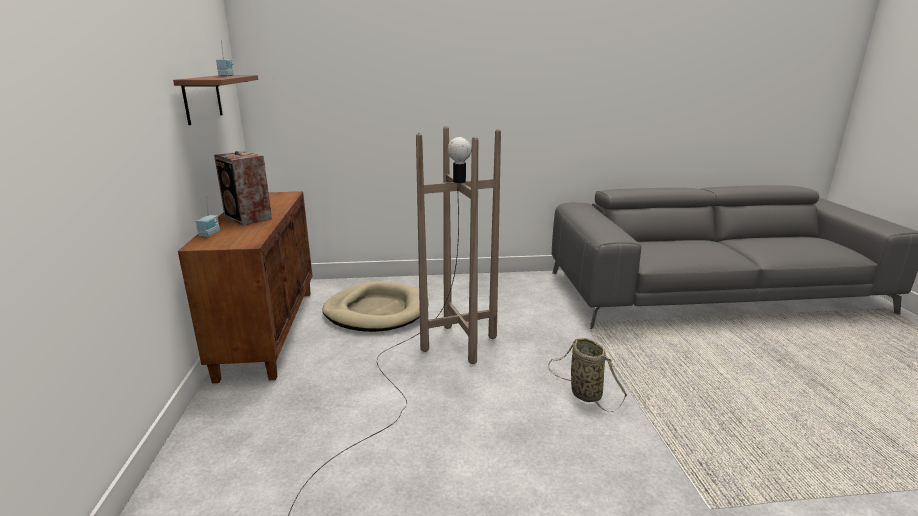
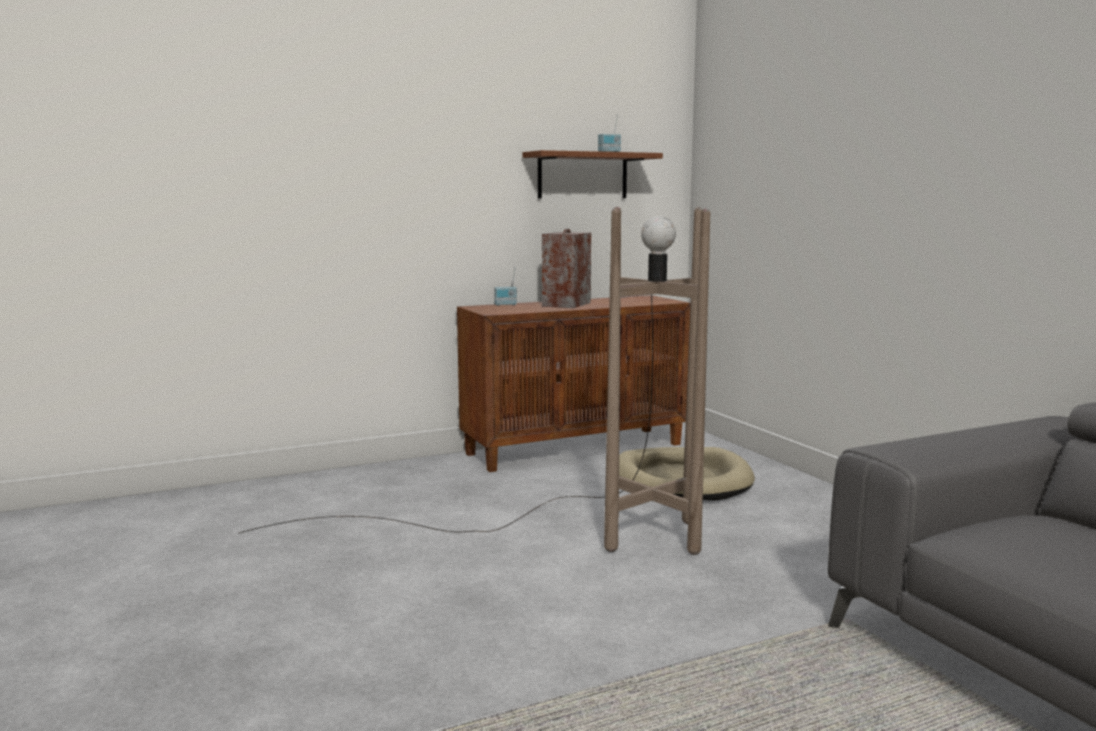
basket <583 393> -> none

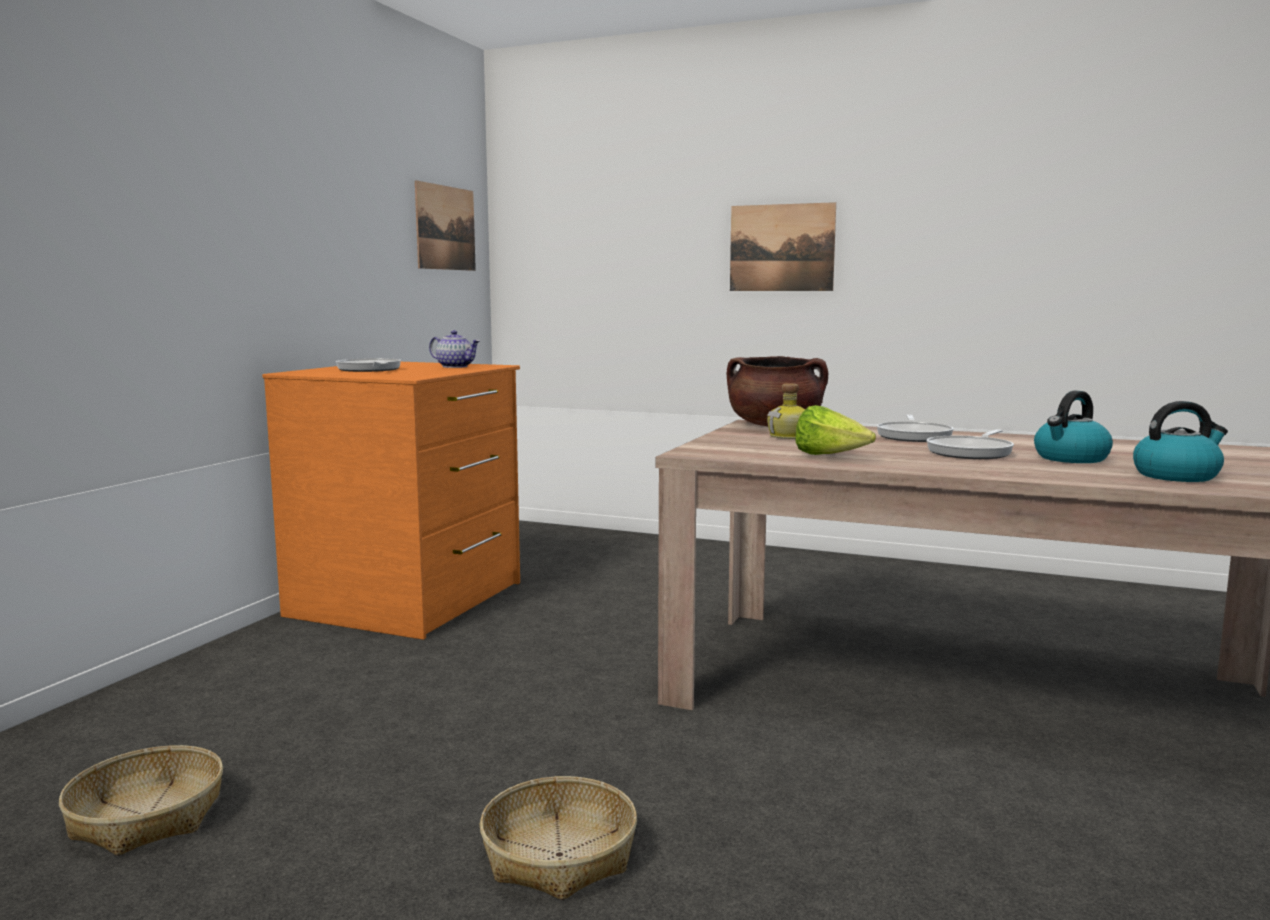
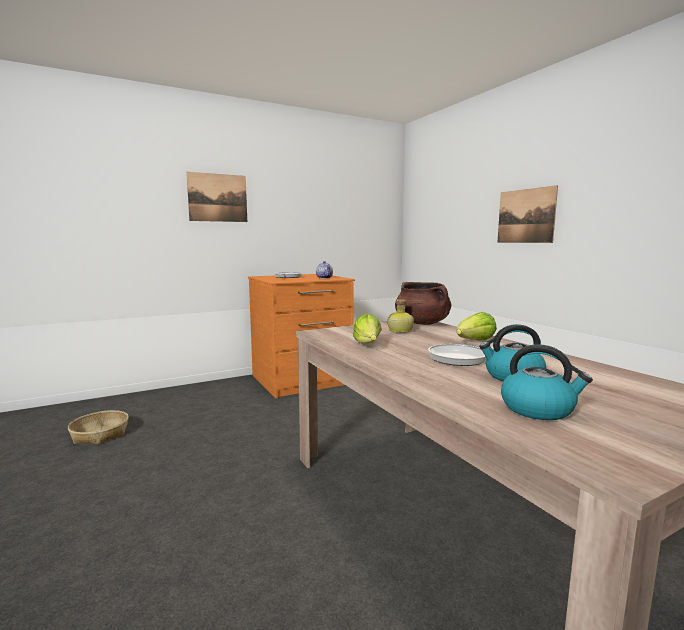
picture <445 228> -> picture <218 198>, move
frying pan <914 436> -> lettuce <474 342>
basket <560 855> -> none

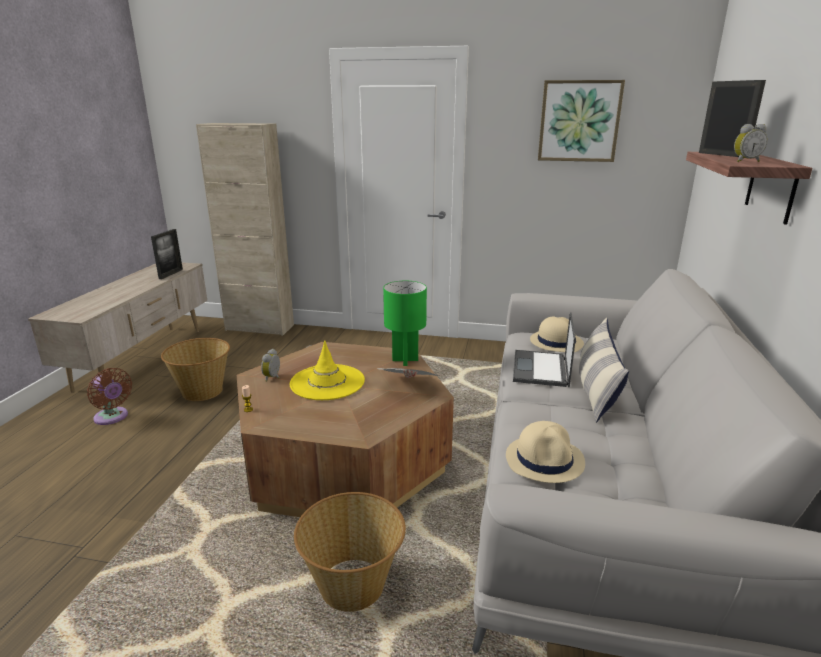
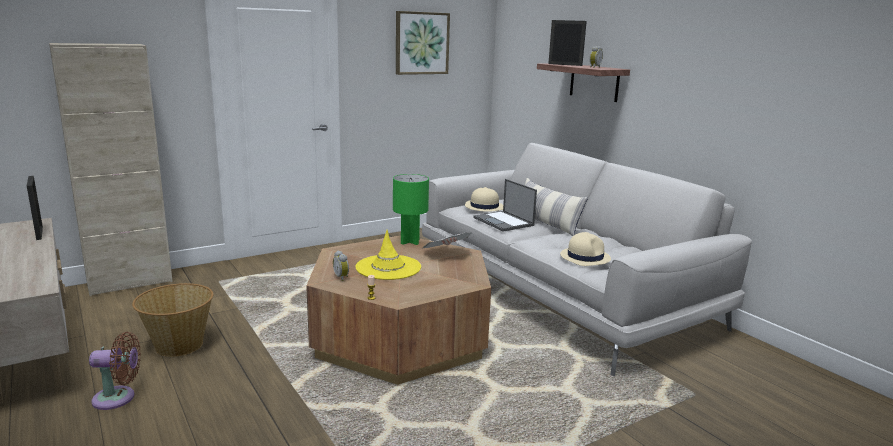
basket <353 586> -> none

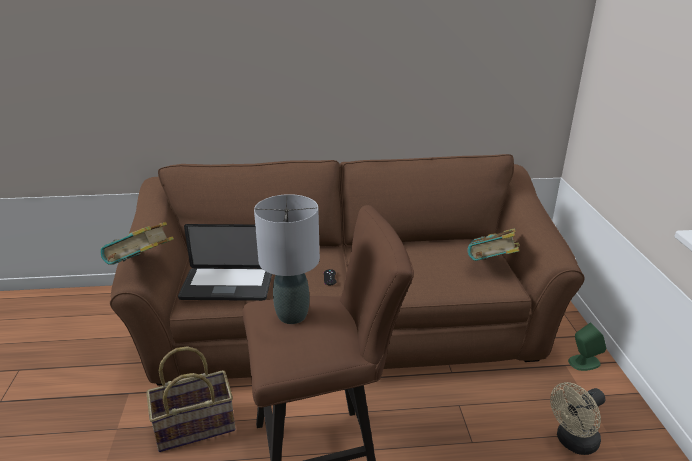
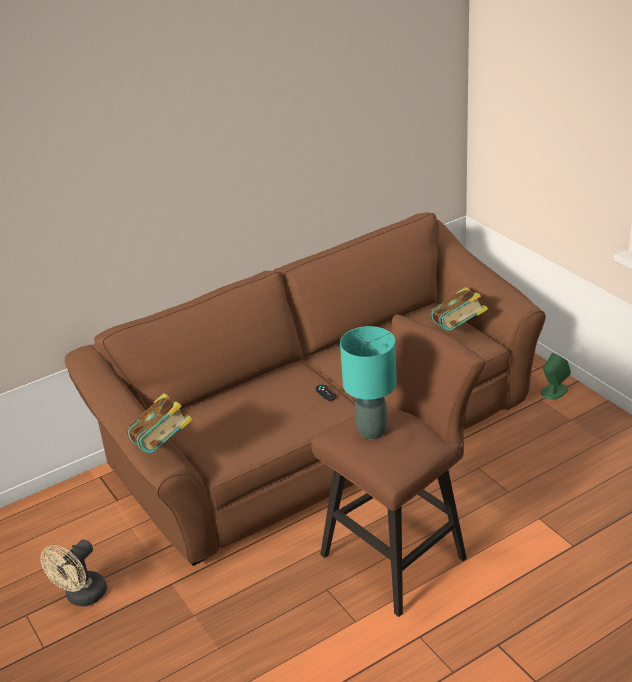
beige fan <573 442> -> beige fan <82 597>, move
grey table lamp <291 315> -> turquoise table lamp <371 431>
basket <195 426> -> none
laptop <227 285> -> none

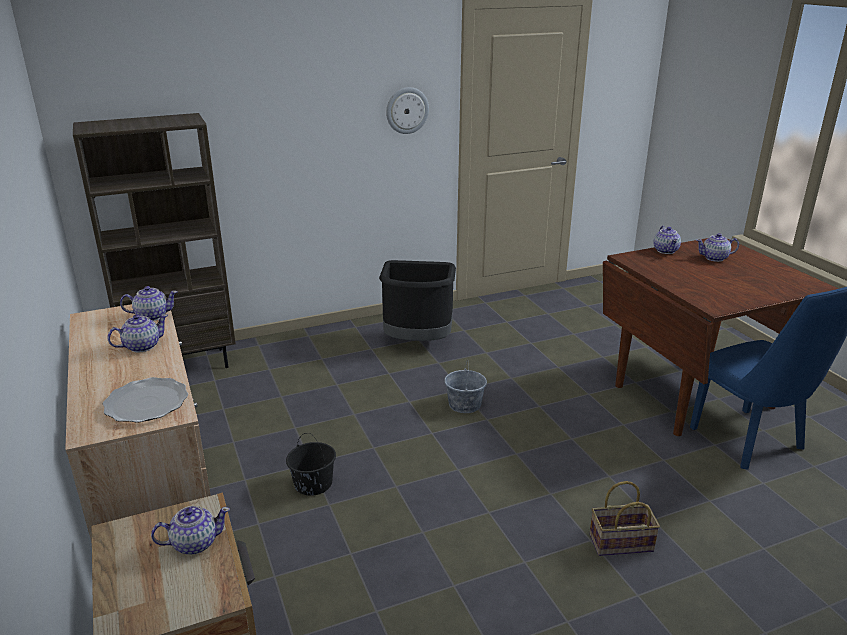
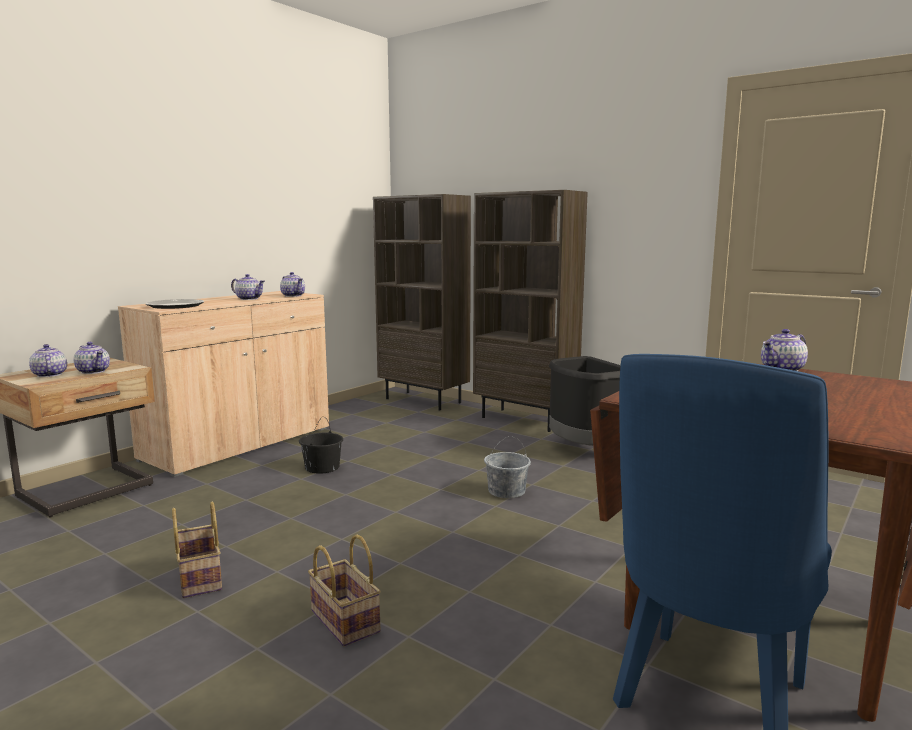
teapot <715 258> -> teapot <49 375>, move
none -> basket <198 577>
none -> brown bookcase <525 420>
wall clock <407 110> -> none

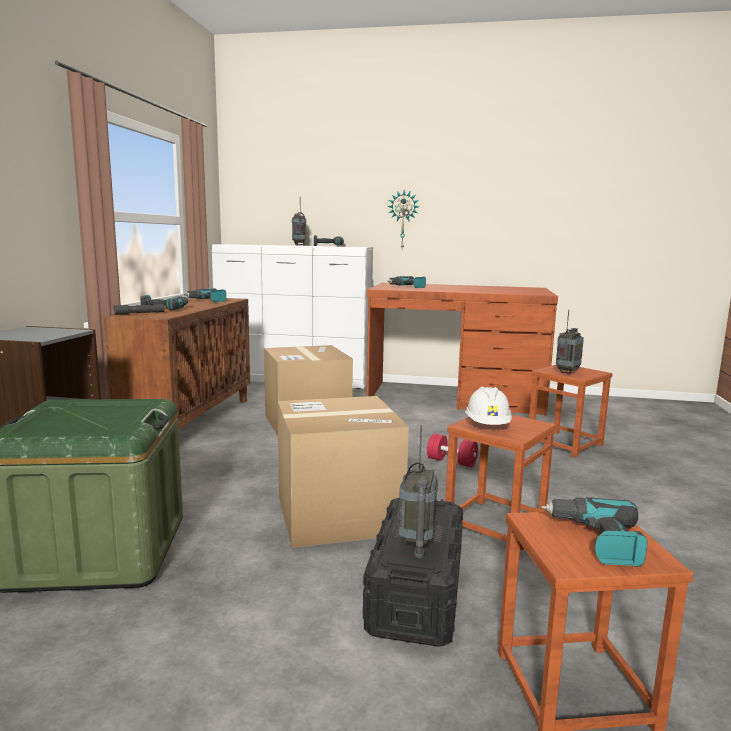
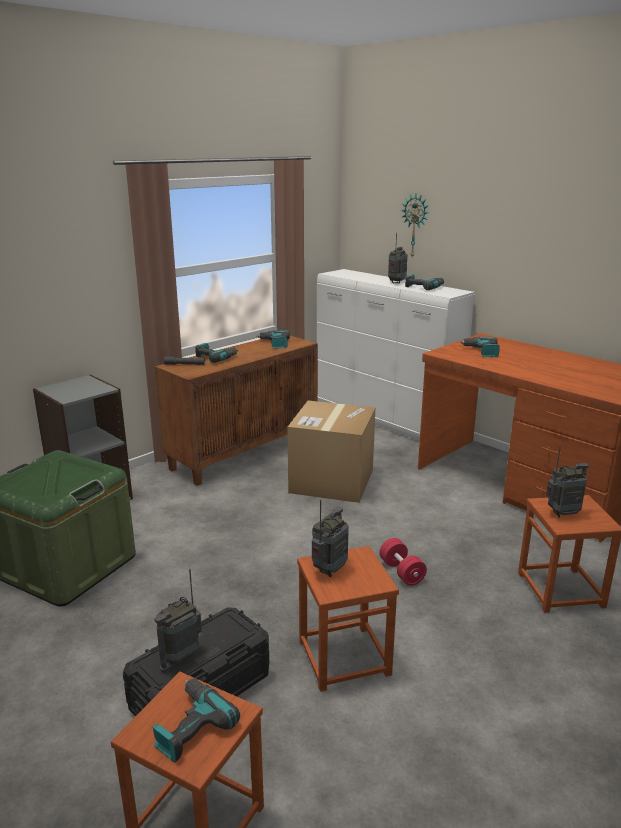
white hard hat <487 426> -> radio <330 570>
wall clock <403 220> -> wall clock <415 225>, move
cardboard box <337 514> -> none

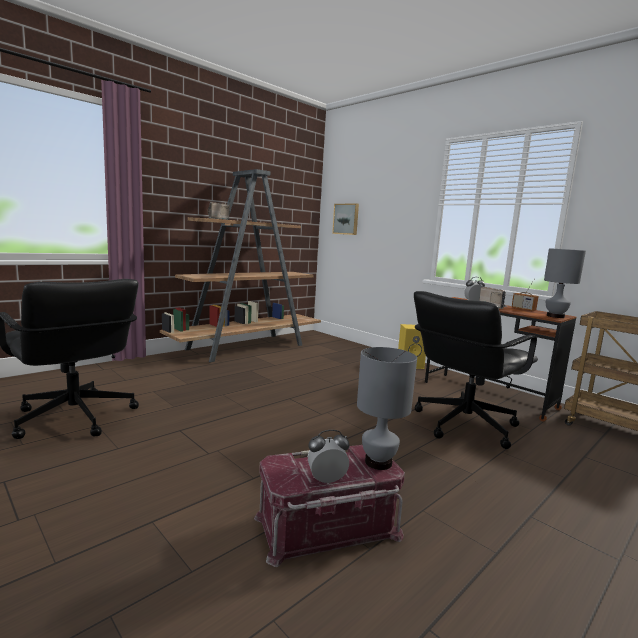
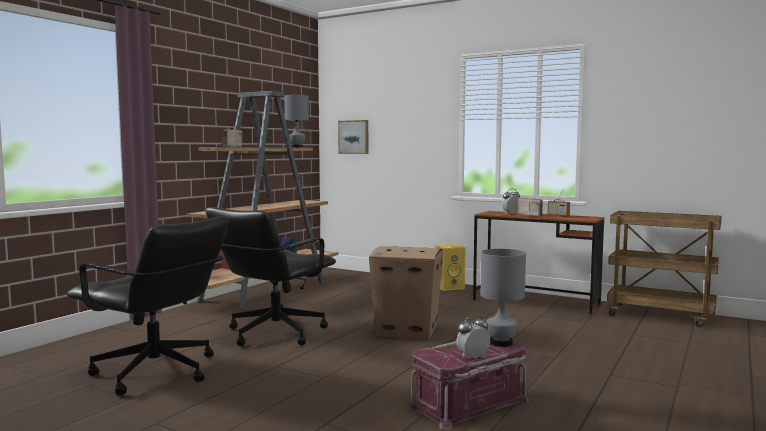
black office chair <463 424> -> black office chair <274 333>, move
grey table lamp <555 316> -> grey table lamp <297 147>, move
none -> cardboard box <408 330>

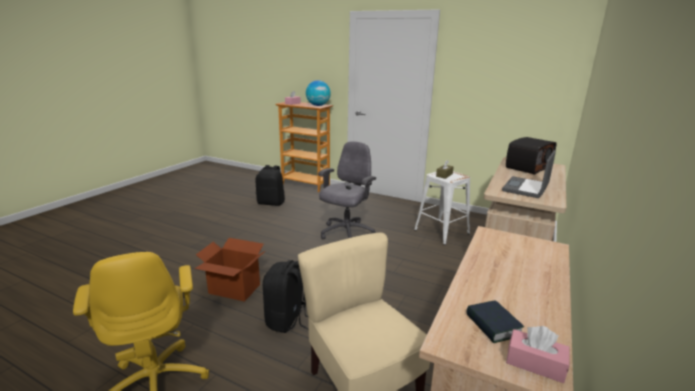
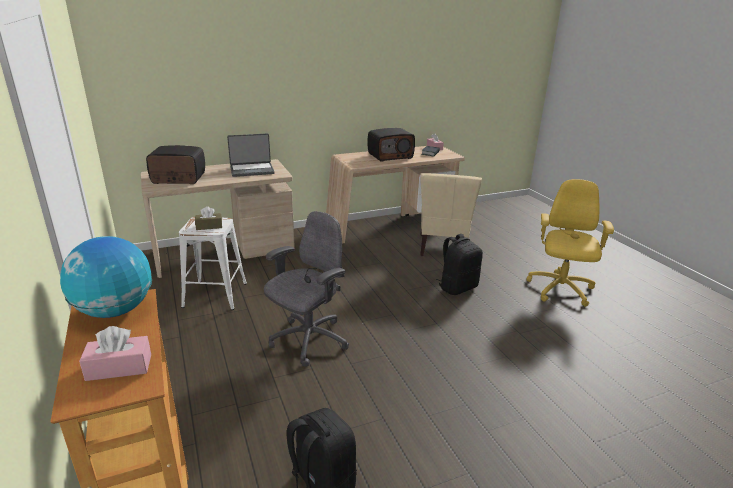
grey office chair <346 233> -> grey office chair <308 341>, 150 degrees clockwise
none -> radio <390 156>
cardboard box <234 289> -> none

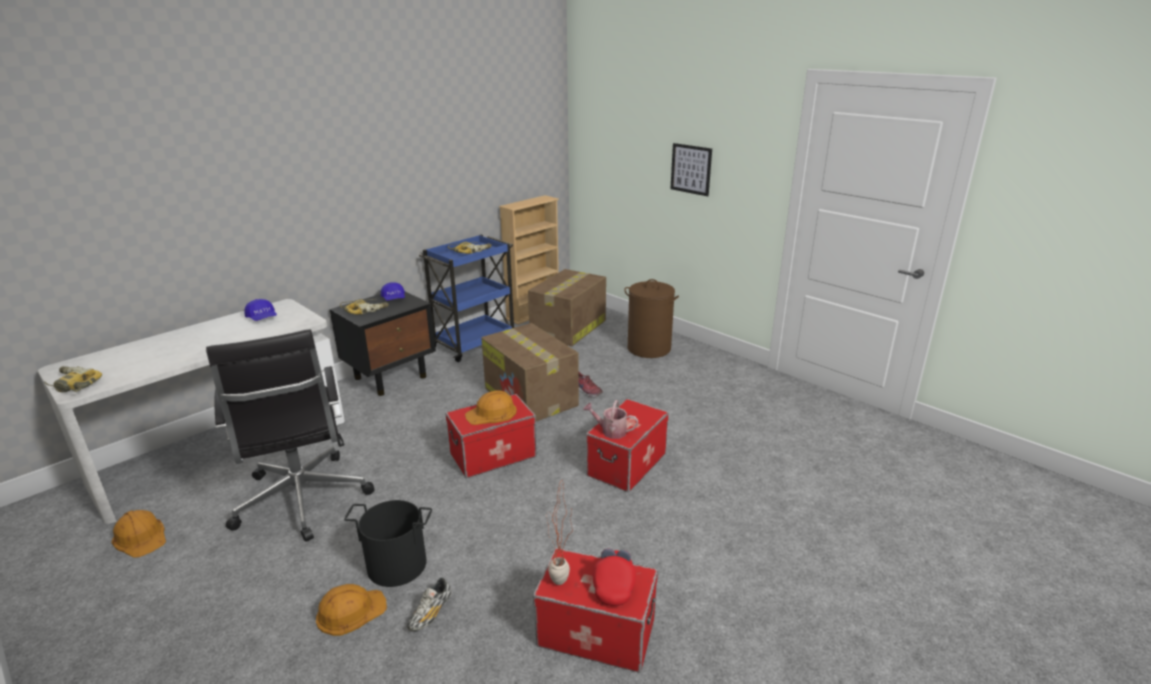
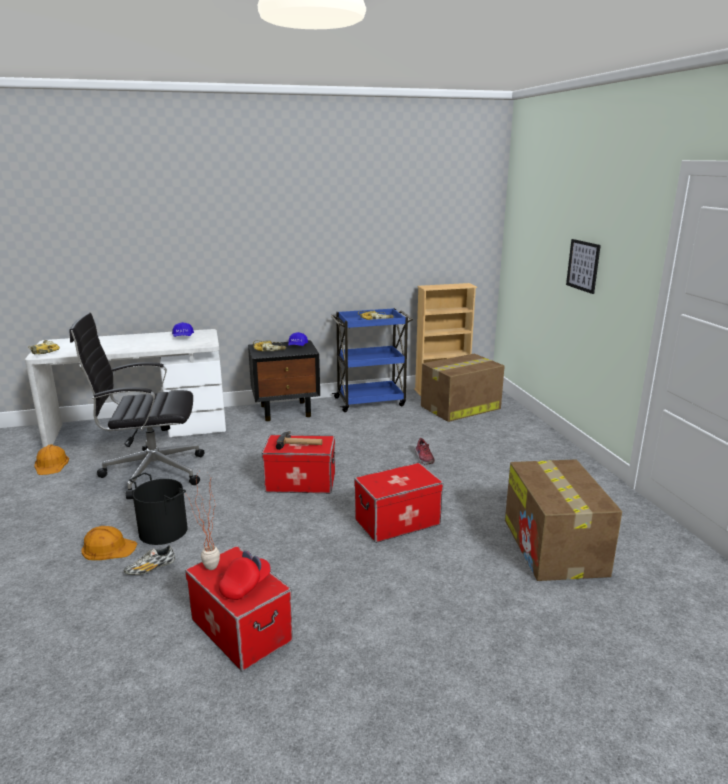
black office chair <302 501> -> black office chair <151 472>, 75 degrees clockwise
orange hard hat <492 413> -> hammer <300 444>
cardboard box <531 397> -> cardboard box <555 548>, move
watering can <610 431> -> none
brown laundry basket <648 348> -> none

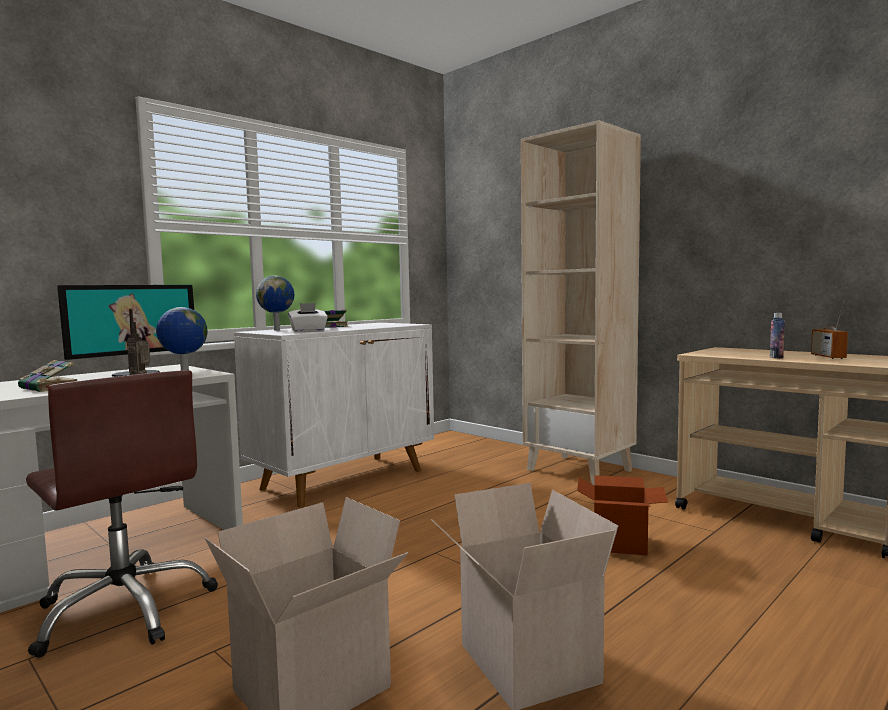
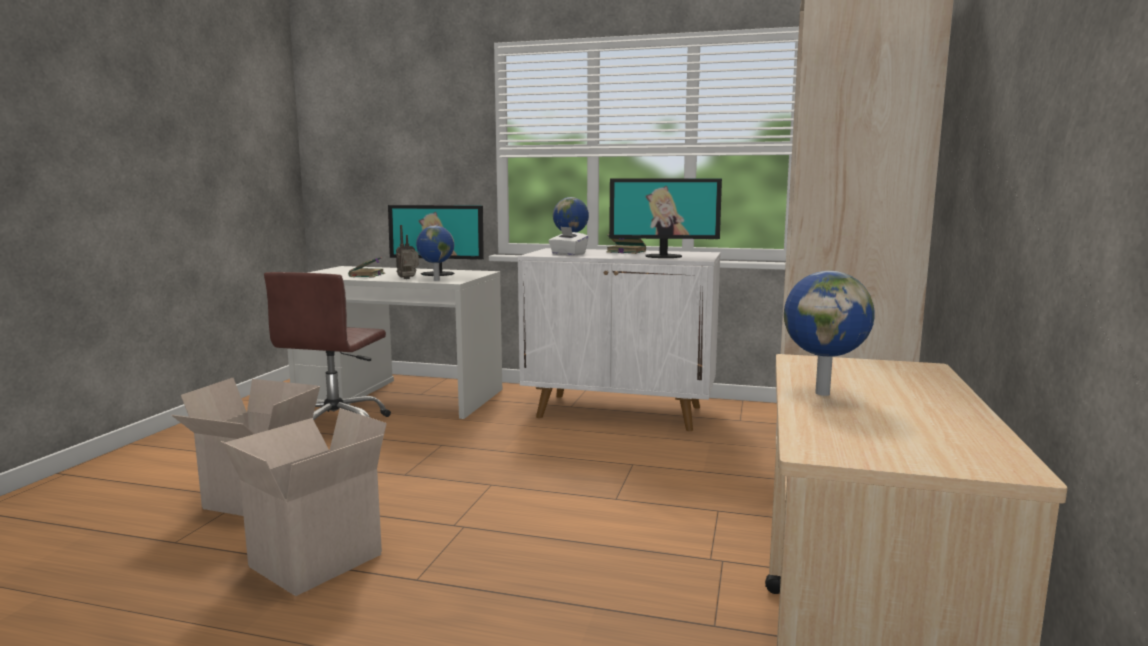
none -> monitor <663 256>
bottle <776 357> -> globe <823 393>
cardboard box <619 543> -> none
radio <828 357> -> none

